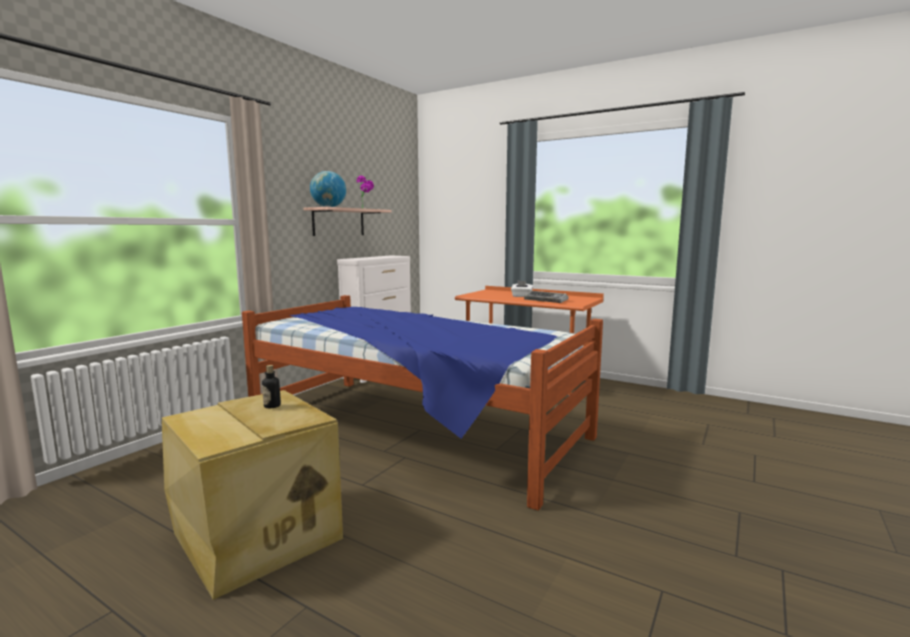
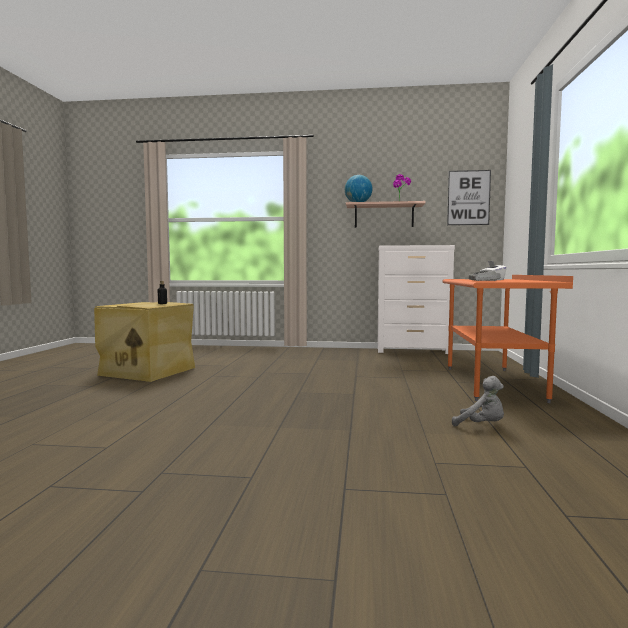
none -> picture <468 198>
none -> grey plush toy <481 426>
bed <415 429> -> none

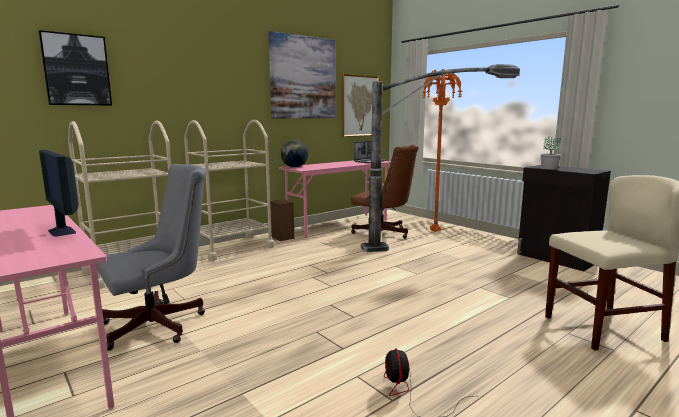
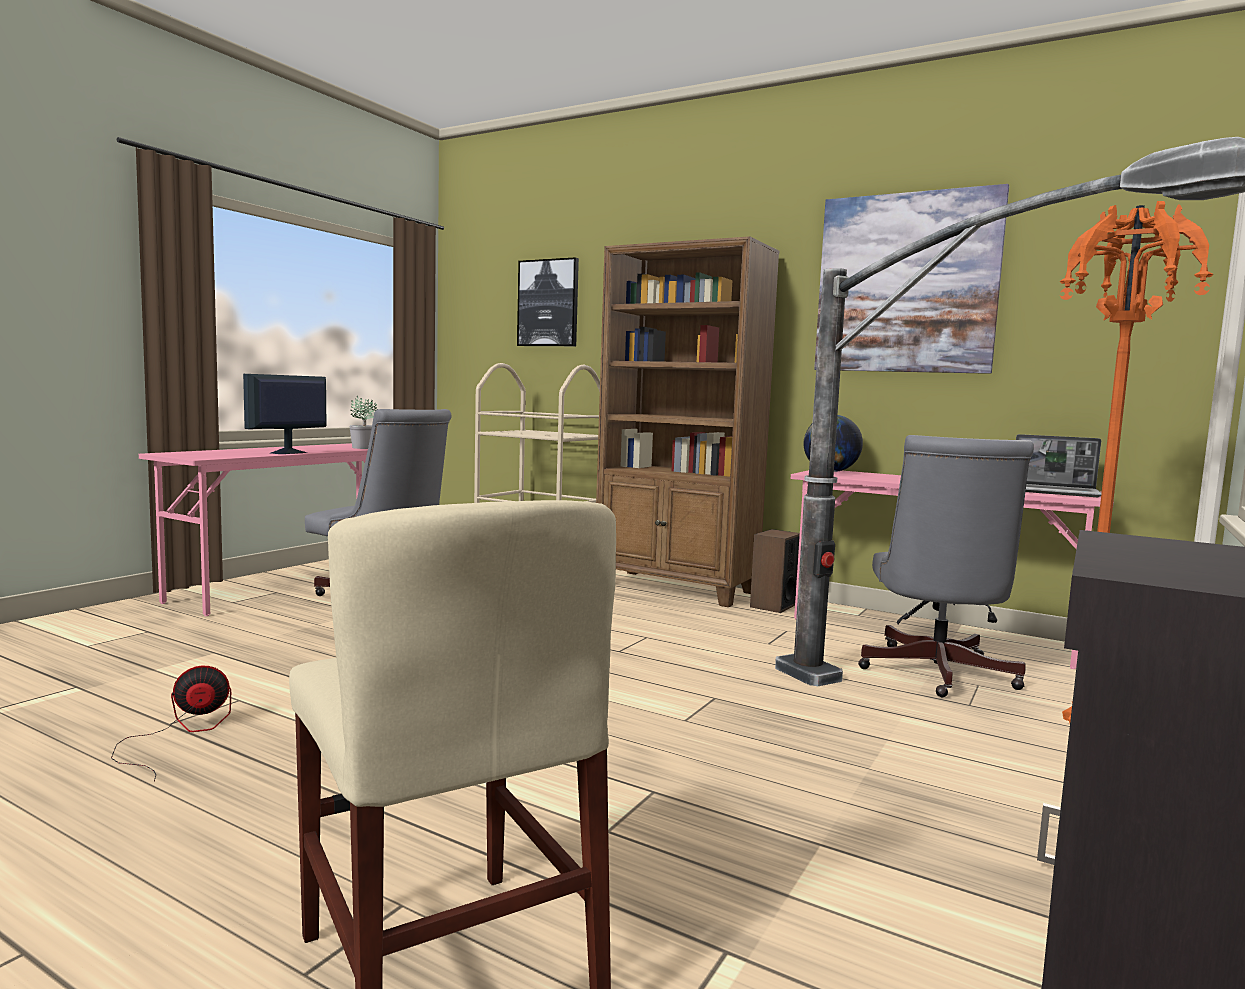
potted plant <549 168> -> potted plant <363 448>, move
beige cart <232 247> -> brown bookcase <676 588>
brown office chair <384 234> -> grey office chair <936 675>
picture <359 106> -> none

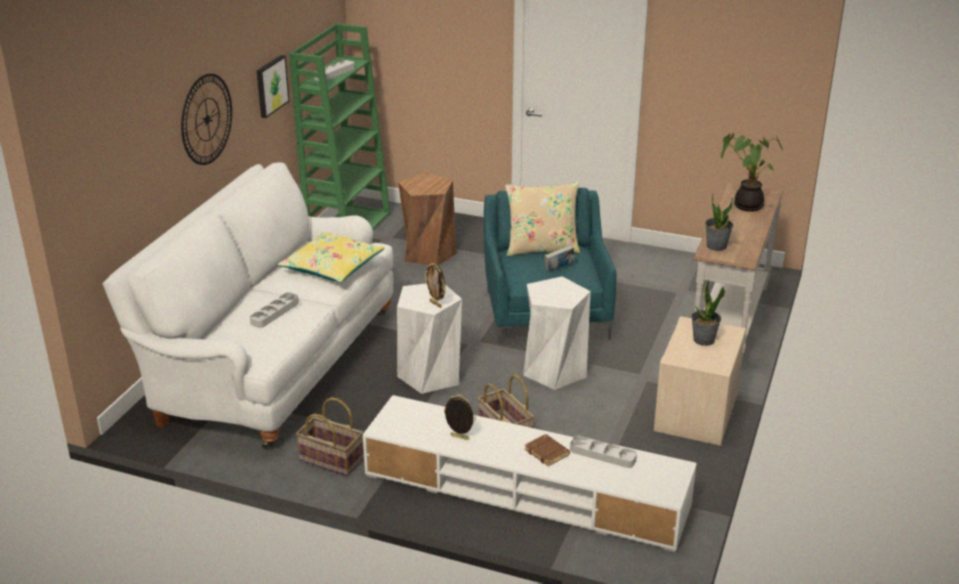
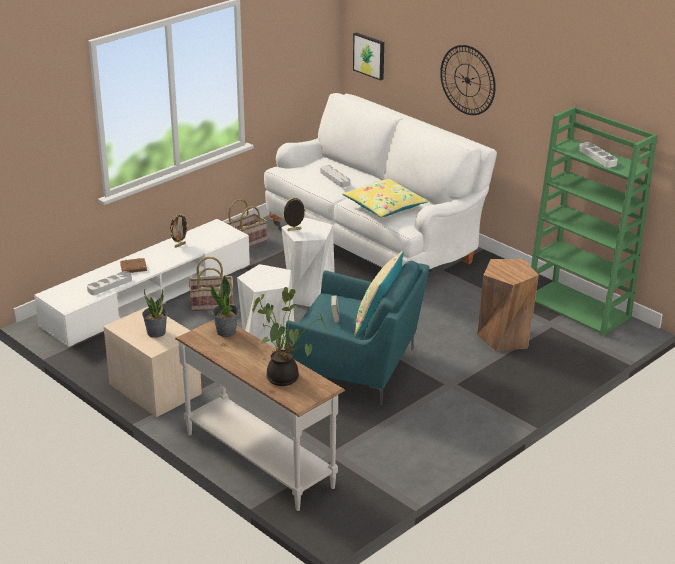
picture <271 86> -> picture <369 55>, move

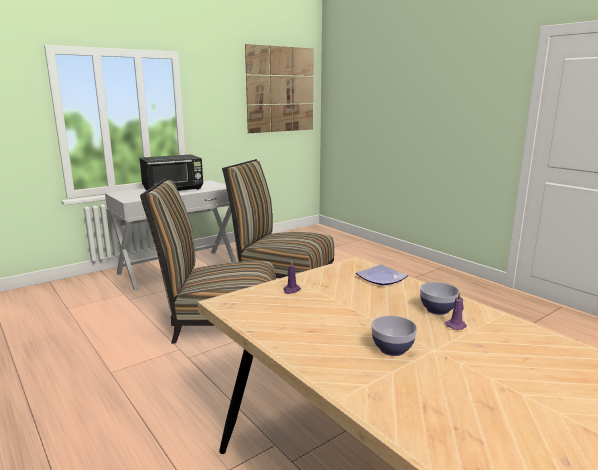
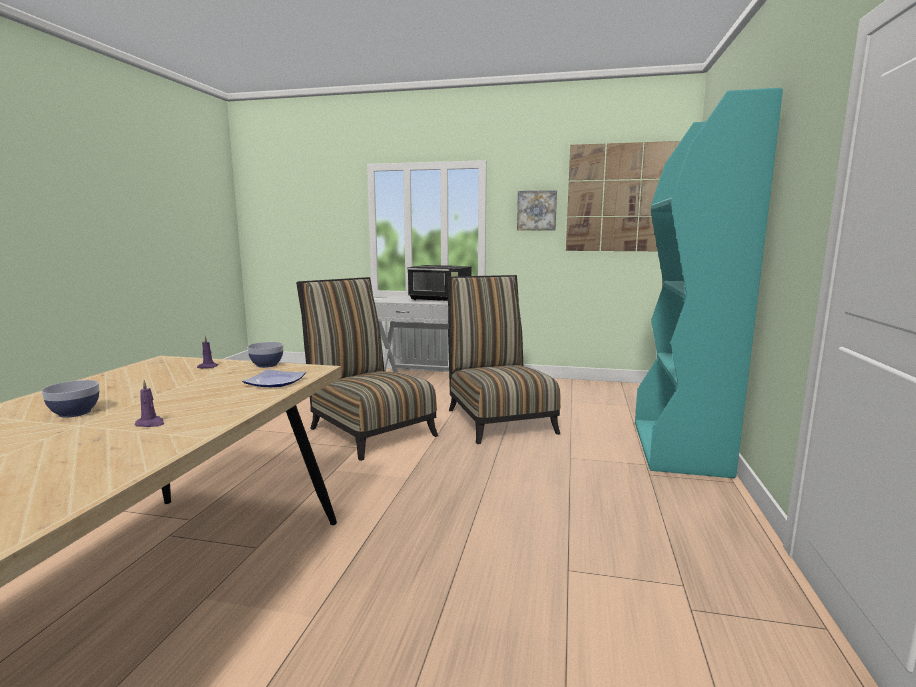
bowl <437 310> -> bowl <266 365>, move
none -> picture <536 210>
none -> turquoise bookcase <680 448>

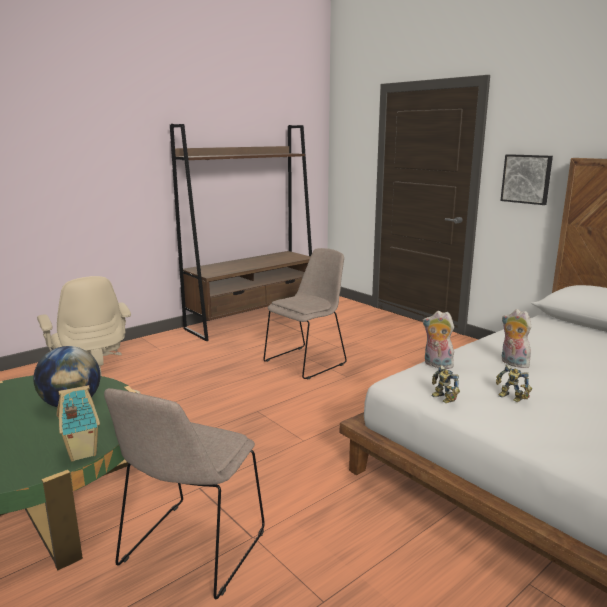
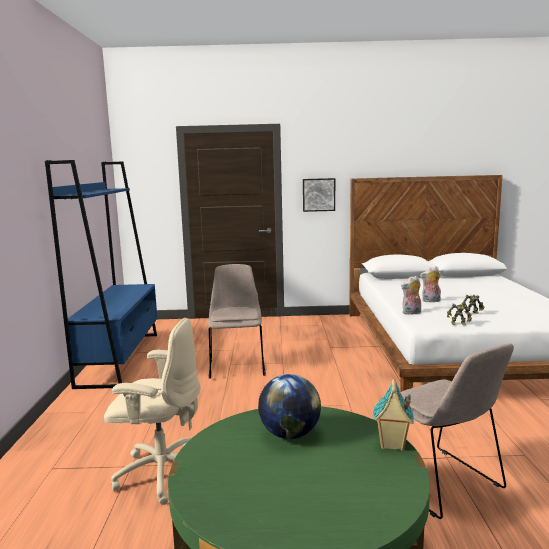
brown bookcase <253 320> -> blue bookcase <120 358>

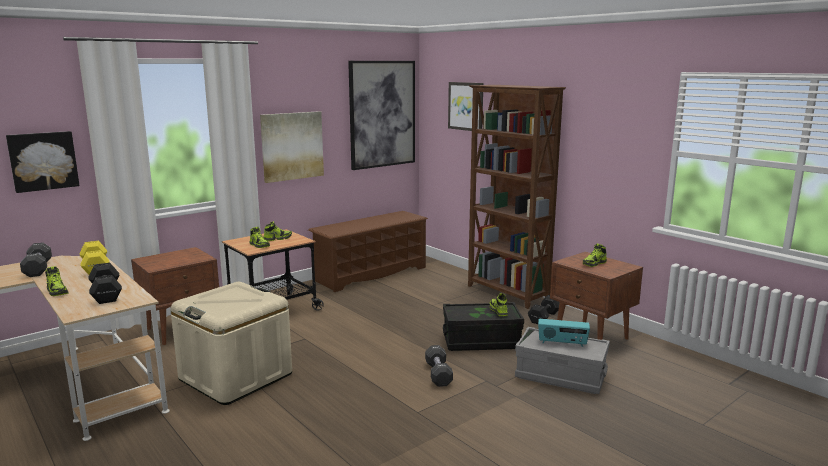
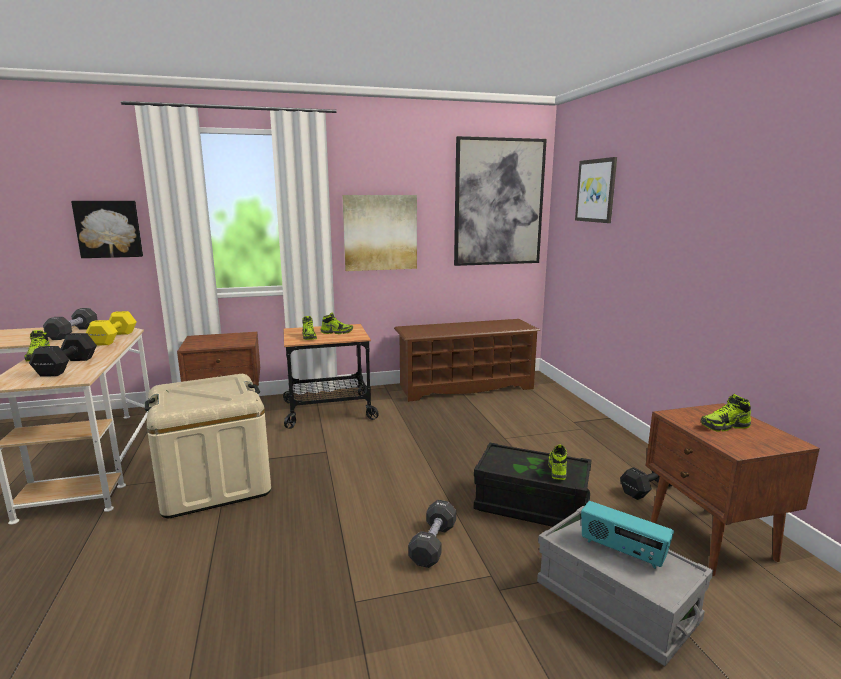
brown bookcase <507 293> -> none

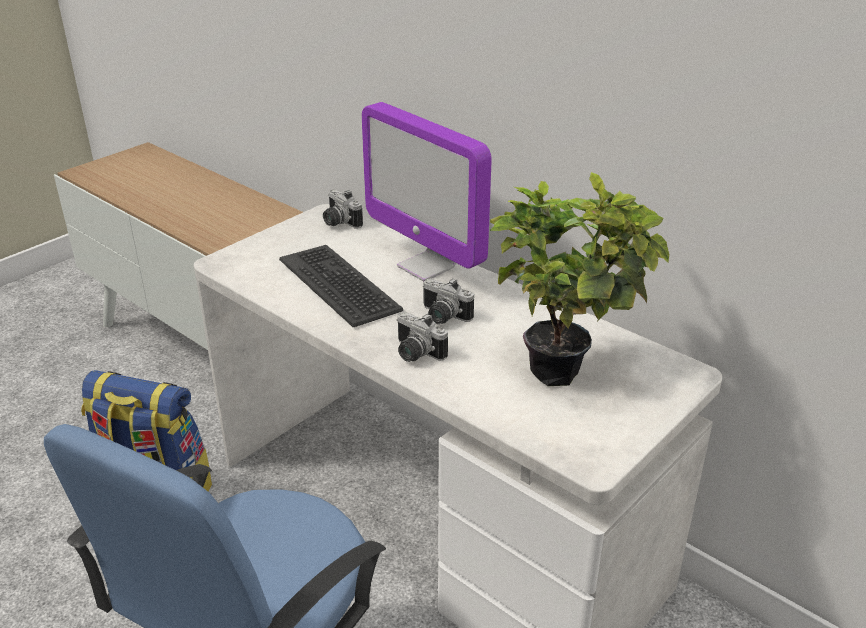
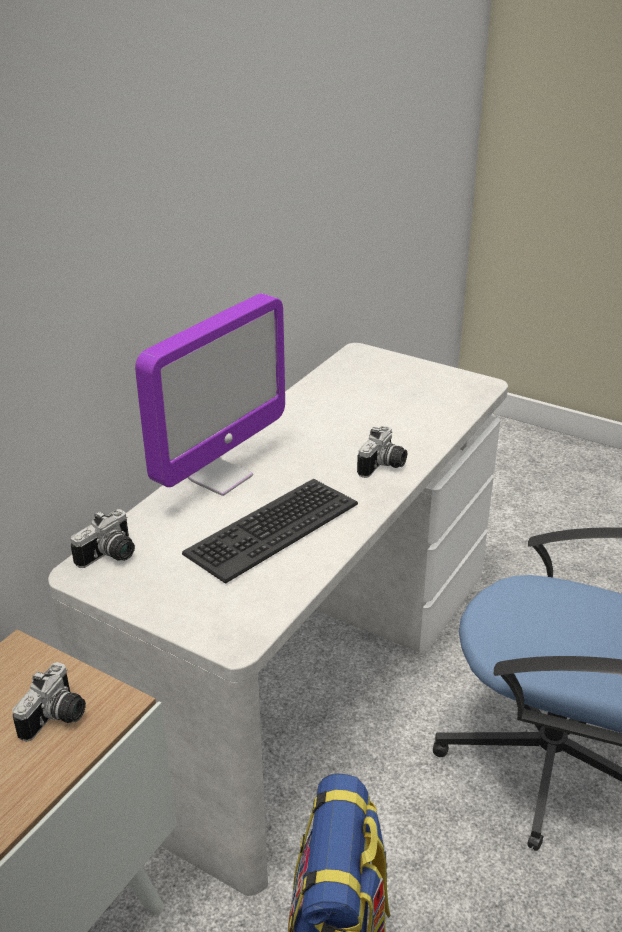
photo camera <442 317> -> photo camera <57 718>, move
potted plant <567 370> -> none

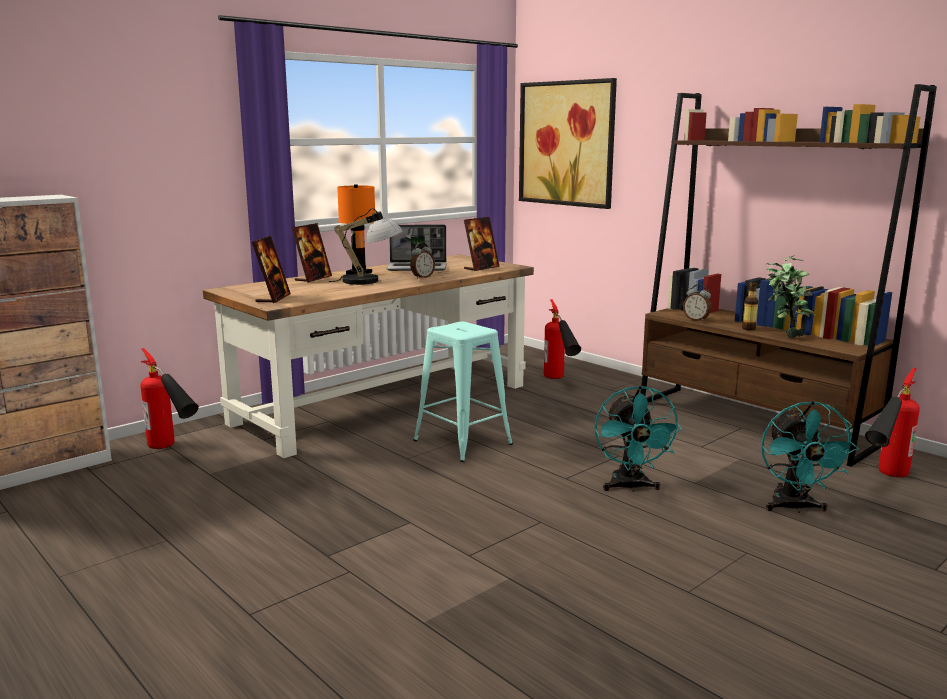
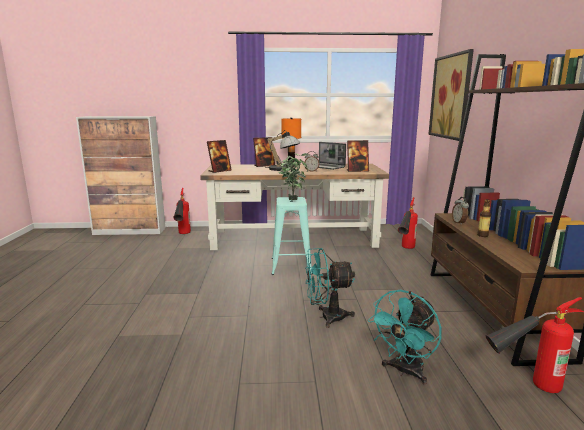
potted plant <784 336> -> potted plant <293 199>, move
turquoise fan <630 487> -> turquoise fan <326 317>, 45 degrees clockwise

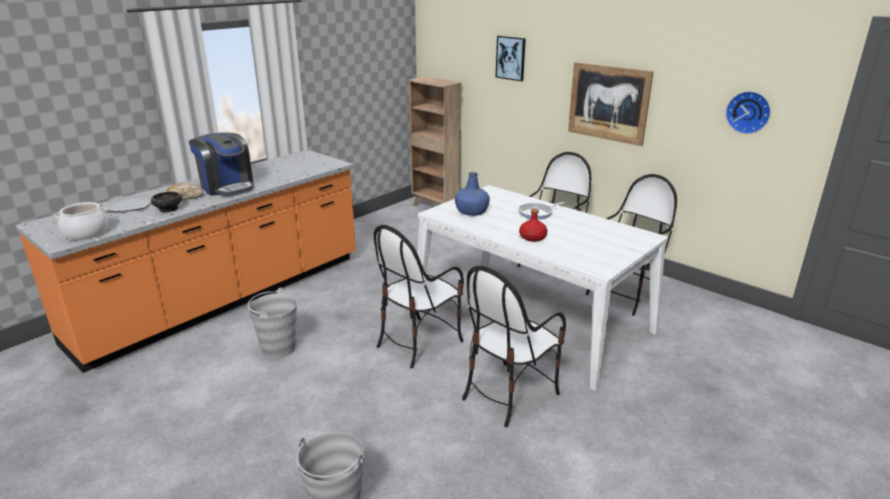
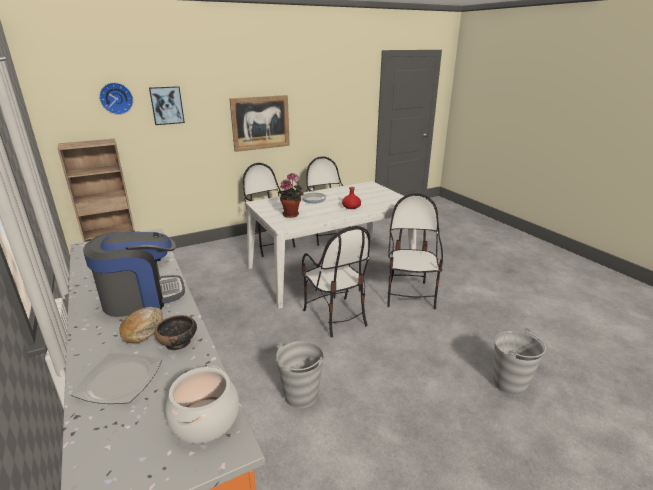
wall clock <748 112> -> wall clock <116 98>, move
blue bottle <472 211> -> potted plant <292 214>
chair <509 393> -> chair <409 295>, 150 degrees counterclockwise

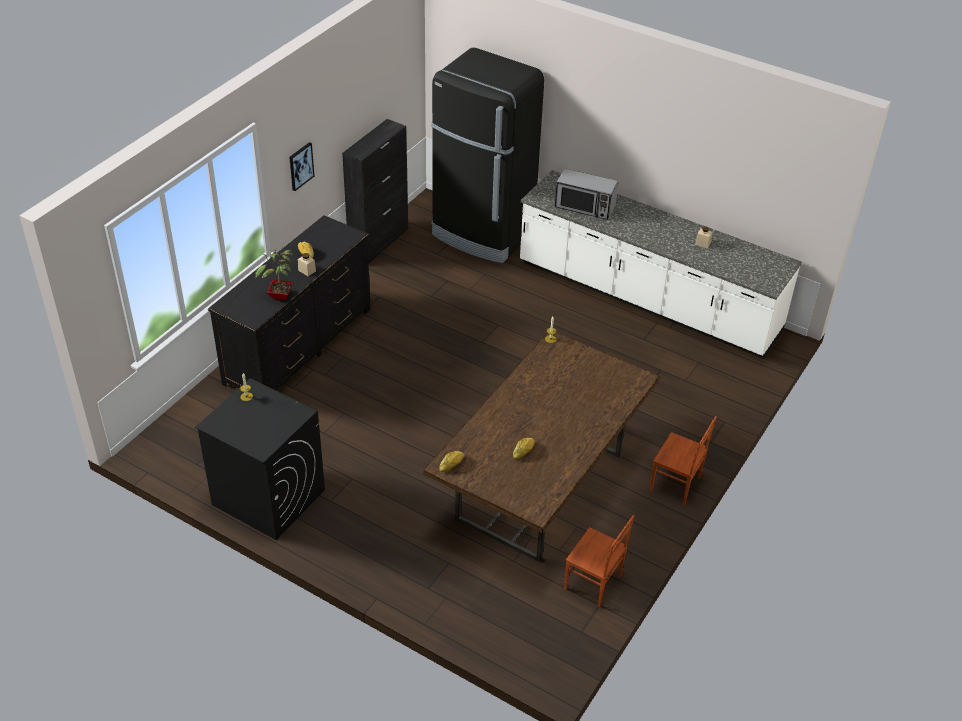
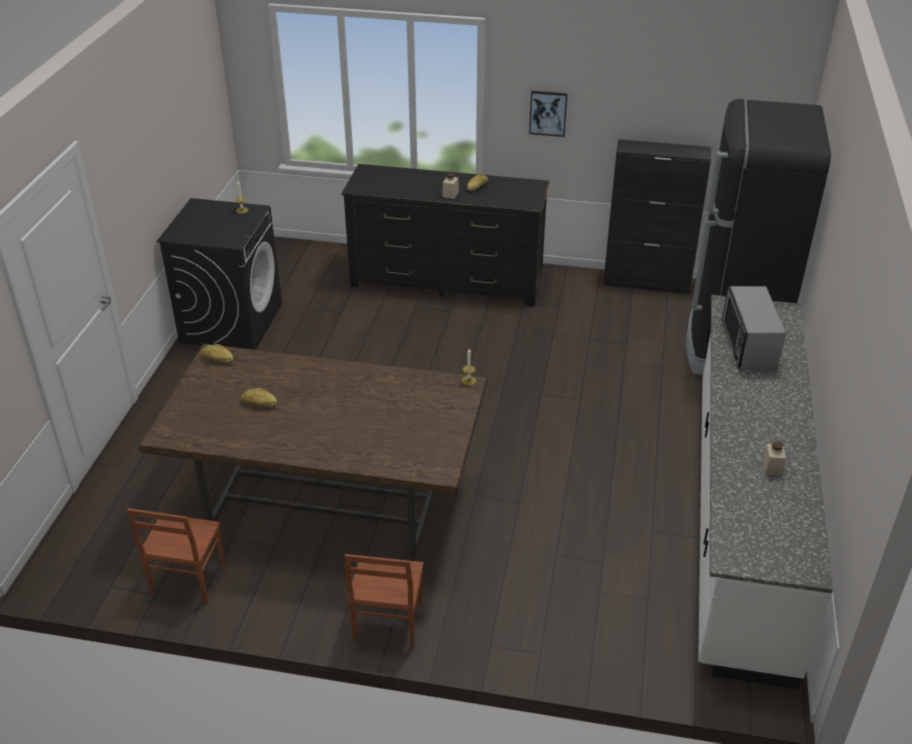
potted plant <280 296> -> none

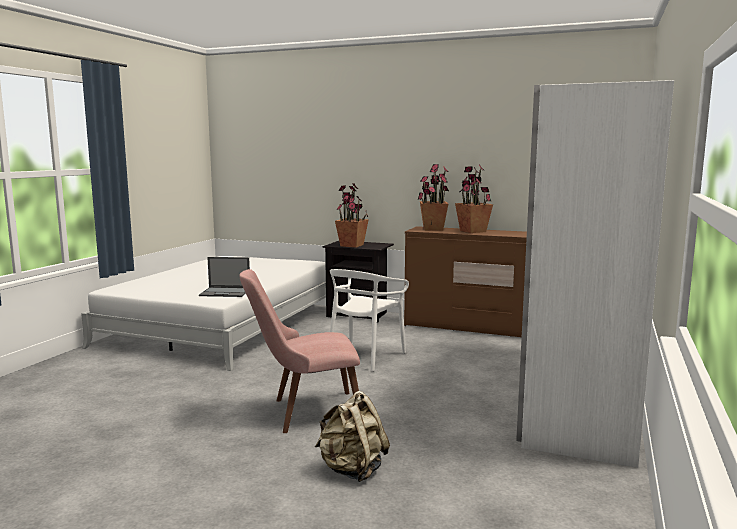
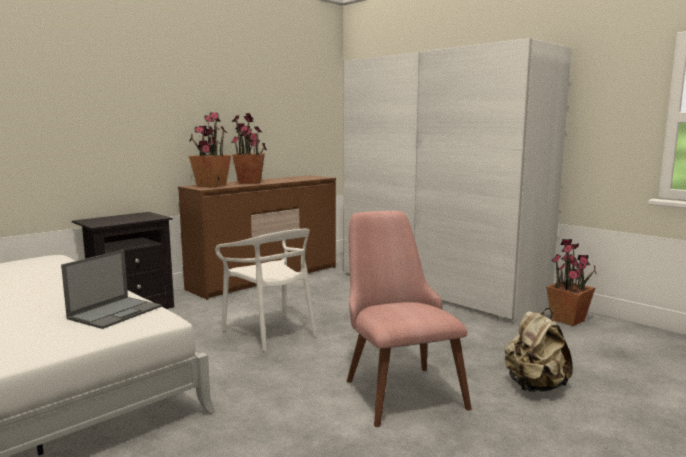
pink chair <304 413> -> pink chair <397 387>, 150 degrees clockwise
potted plant <352 245> -> potted plant <568 320>, move

